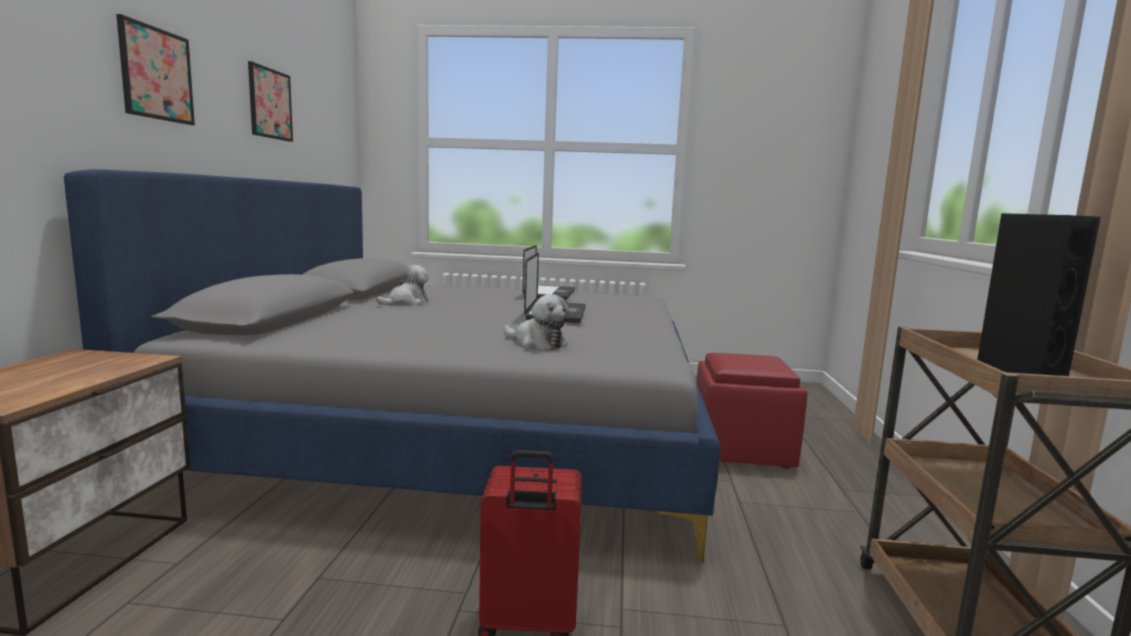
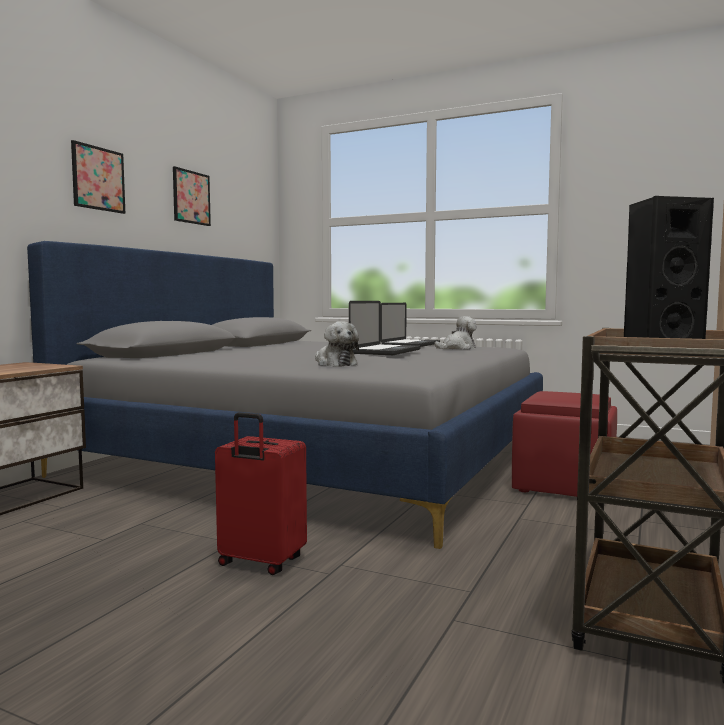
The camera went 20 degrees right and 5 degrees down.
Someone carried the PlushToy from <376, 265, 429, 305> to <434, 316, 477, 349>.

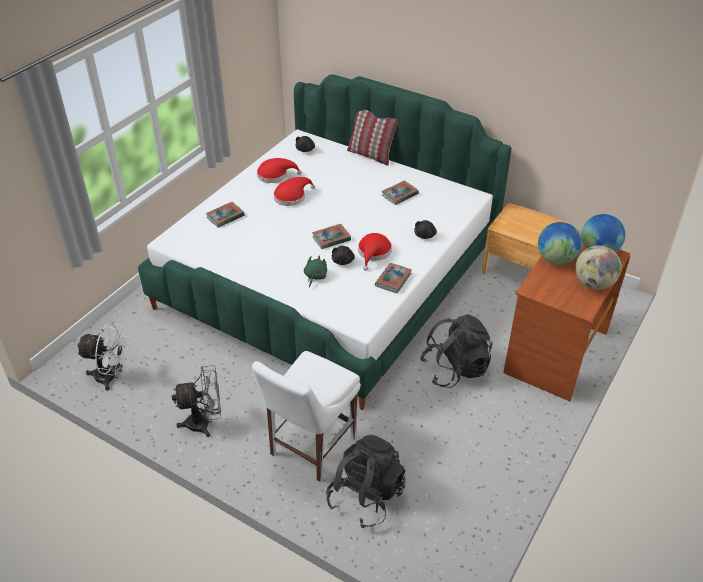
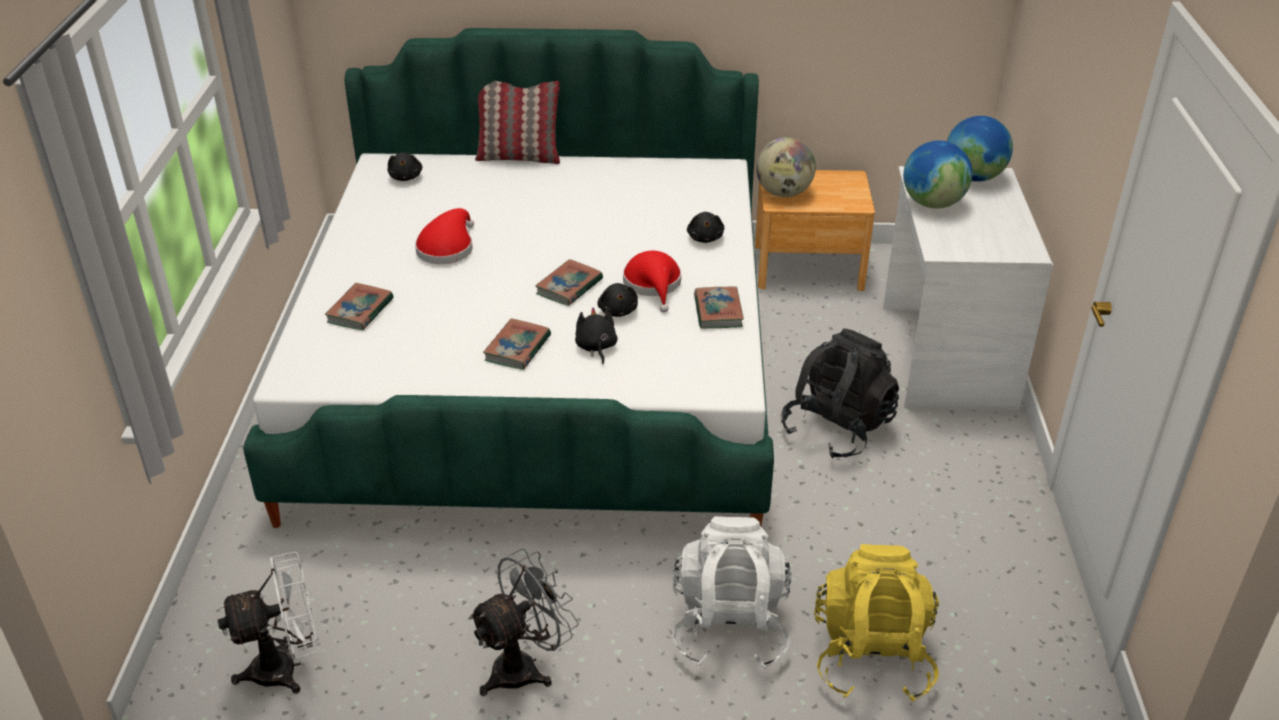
The camera went 30 degrees left and 5 degrees down.
Someone carried the Book from <382, 180, 419, 205> to <483, 318, 551, 370>.
Someone repainted the GreenPlushToy at <304, 255, 327, 288>, which became the BlackPlushToy at <575, 308, 618, 365>.
Someone swapped the WhiteChair at <252, 351, 361, 482> for the WhiteBackpack at <672, 516, 792, 669>.
Someone carried the Globe from <575, 246, 622, 290> to <756, 137, 816, 197>.
Someone repainted the BlackBackpack at <326, 435, 406, 528>, which became the YellowBackpack at <814, 544, 939, 702>.
Someone repainted the BrownDesk at <503, 243, 630, 401>, which became the WhiteDesk at <883, 166, 1053, 411>.
Someone took away the RedHat at <257, 158, 302, 183>.

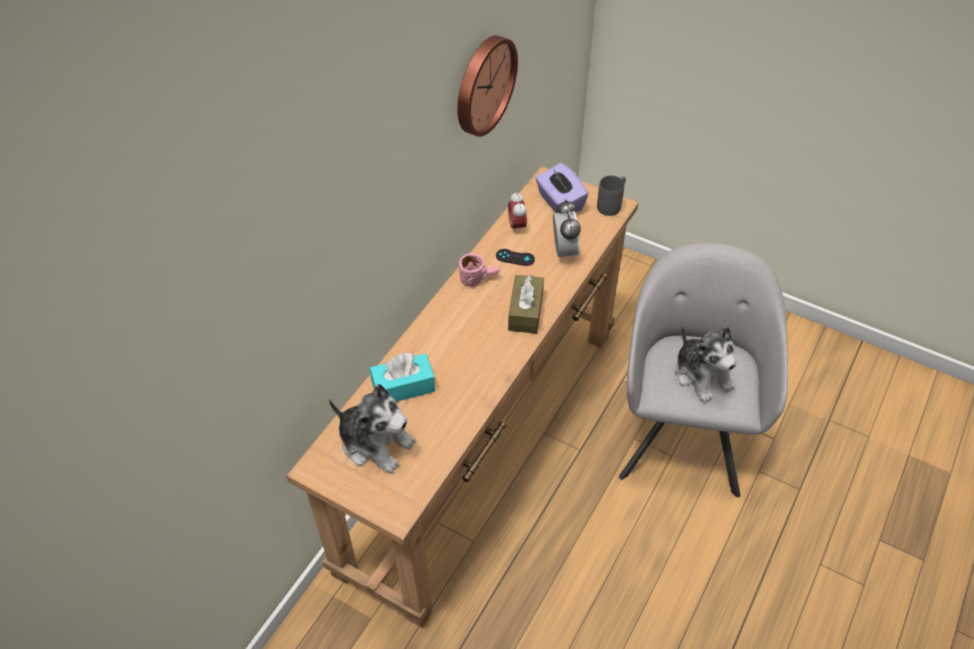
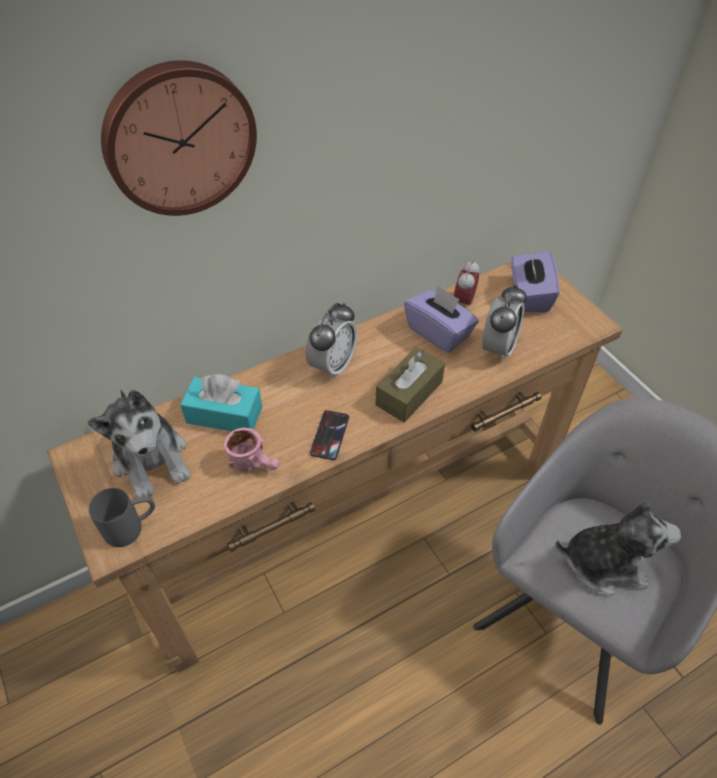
The camera went 30 degrees right and 0 degrees up.
Someone carried the GreyMug from <597, 175, 626, 216> to <89, 488, 155, 547>.
Someone carried the WallClock from <457, 35, 518, 137> to <101, 60, 257, 216>.
Someone carried the PinkMug from <459, 253, 500, 286> to <224, 428, 279, 471>.
Someone put down the AlarmClock at <305, 302, 357, 380>.
Someone put down the Phone at <310, 410, 349, 460>.
Someone swapped the BlackGameController at <496, 249, 535, 266> for the PurpleTissueBox at <404, 285, 479, 353>.
Someone rotated the PlushToy at <675, 325, 737, 403> by 90 degrees counterclockwise.

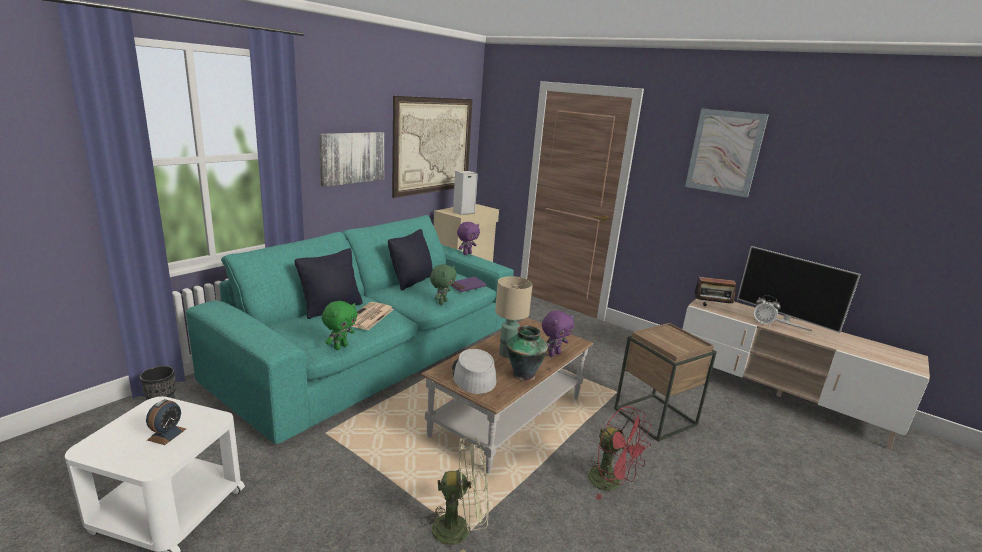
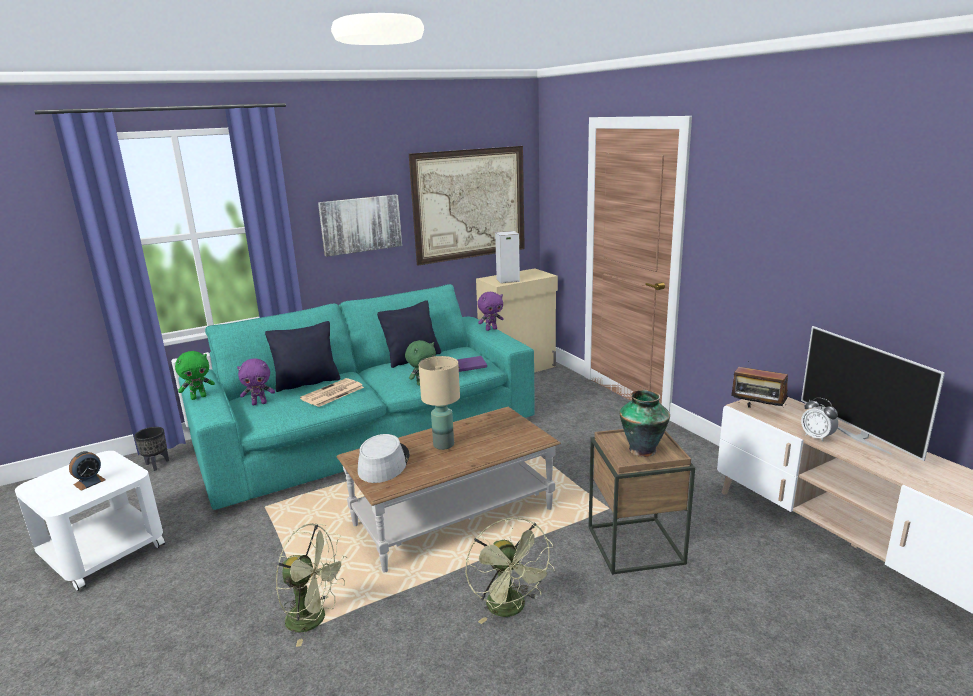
The camera went 25 degrees right and 0 degrees up.
Someone carried the GreenPlushToy from <322, 301, 357, 350> to <175, 351, 215, 400>.
Someone carried the PurplePlushToy from <542, 311, 574, 357> to <237, 359, 275, 405>.
Someone repainted the RedFan at <587, 406, 652, 500>, which became the GreenFan at <466, 518, 555, 624>.
Someone carried the Vase from <507, 325, 548, 382> to <620, 390, 670, 457>.
Someone took away the Picture at <685, 108, 769, 197>.

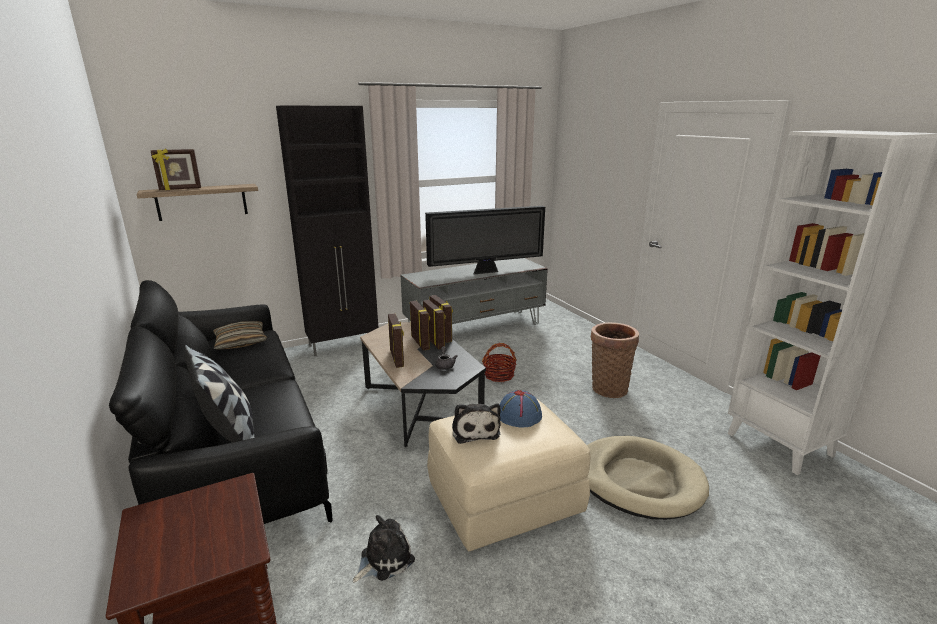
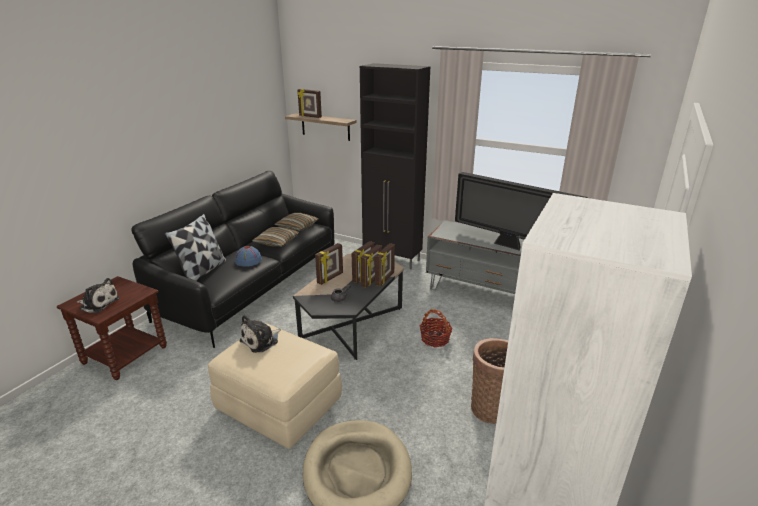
The camera went 55 degrees right and 5 degrees up.
Someone carried the PlushToy from <353, 515, 415, 583> to <77, 278, 120, 313>.
Someone carried the BlueHat from <500, 390, 542, 428> to <235, 246, 262, 267>.
Someone put down the Pillow at <252, 227, 299, 247>.

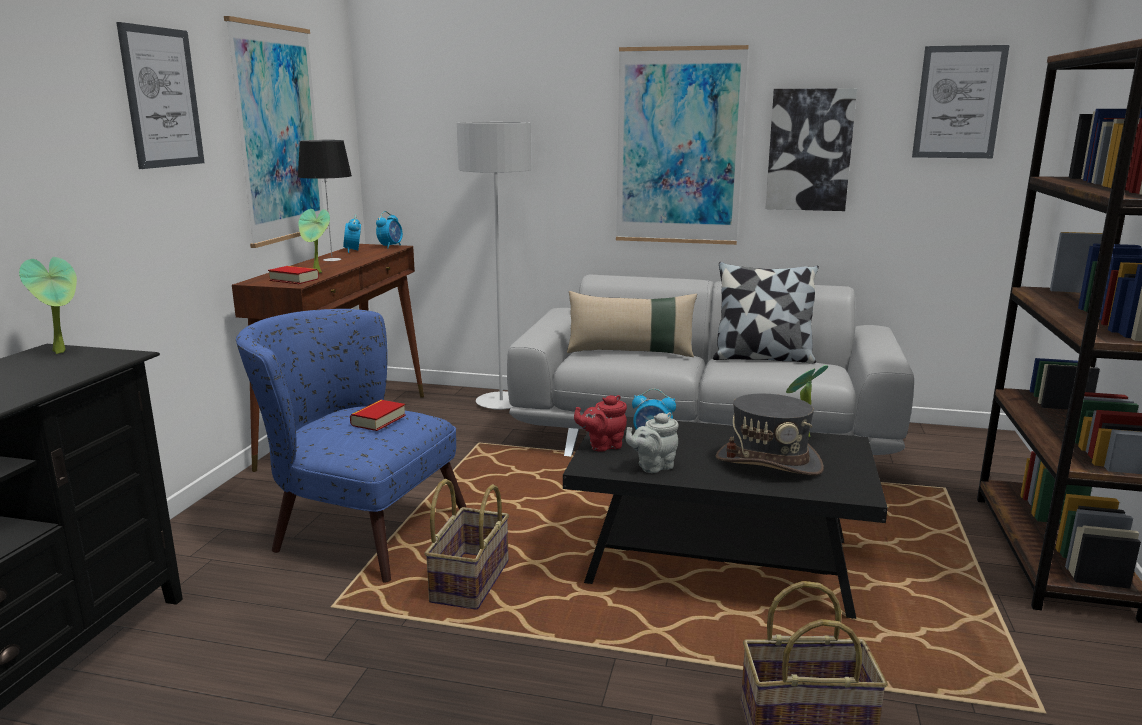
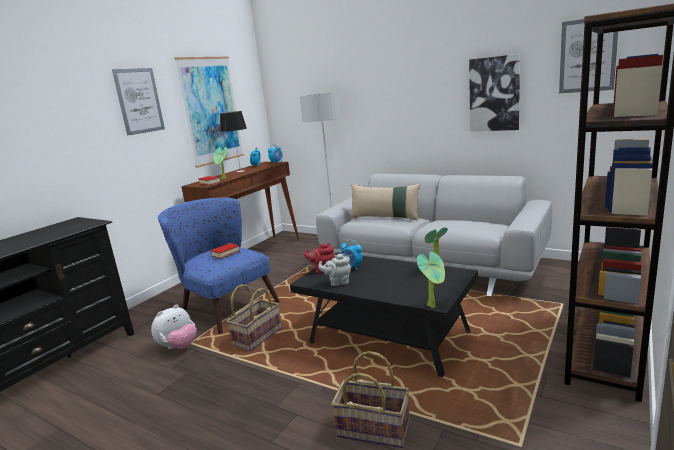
The camera went 20 degrees right and 0 degrees up.
Someone put down the PlushToy at <151, 304, 197, 349>.
Someone carried the PottedPlant from <19, 257, 77, 354> to <417, 252, 445, 308>.
Someone took away the Picture at <616, 45, 749, 245>.
Someone took away the Pillow at <713, 262, 819, 364>.
Someone took away the GreyHat at <716, 394, 824, 476>.

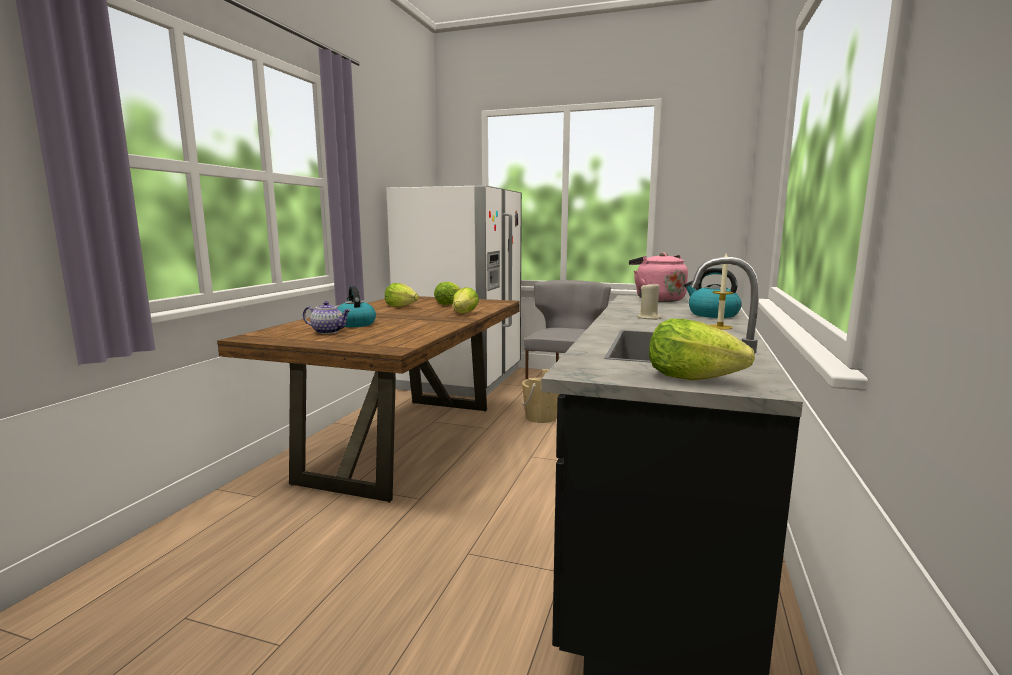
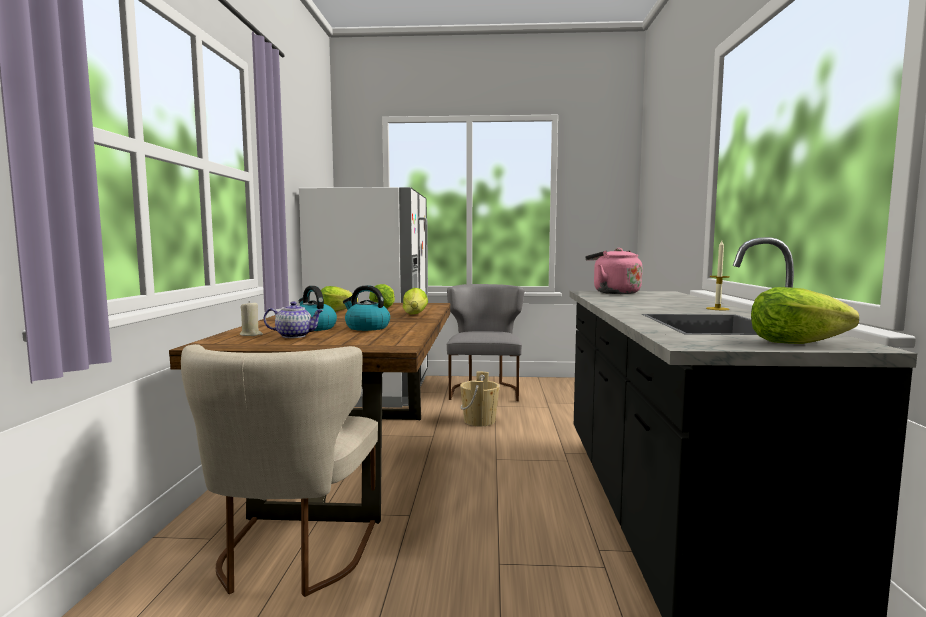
The camera went 15 degrees left and 5 degrees down.
Someone put down the BeigeChair at <181, 344, 378, 597>.
Someone carried the BeigeCandle from <637, 283, 662, 320> to <240, 301, 263, 336>.
Someone carried the Kettle from <684, 268, 742, 318> to <343, 285, 390, 331>.

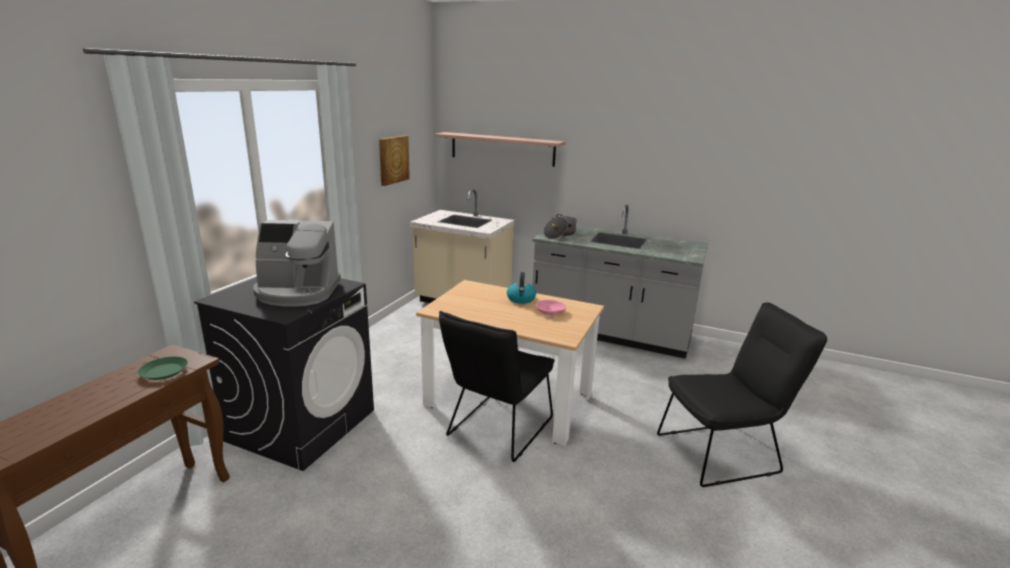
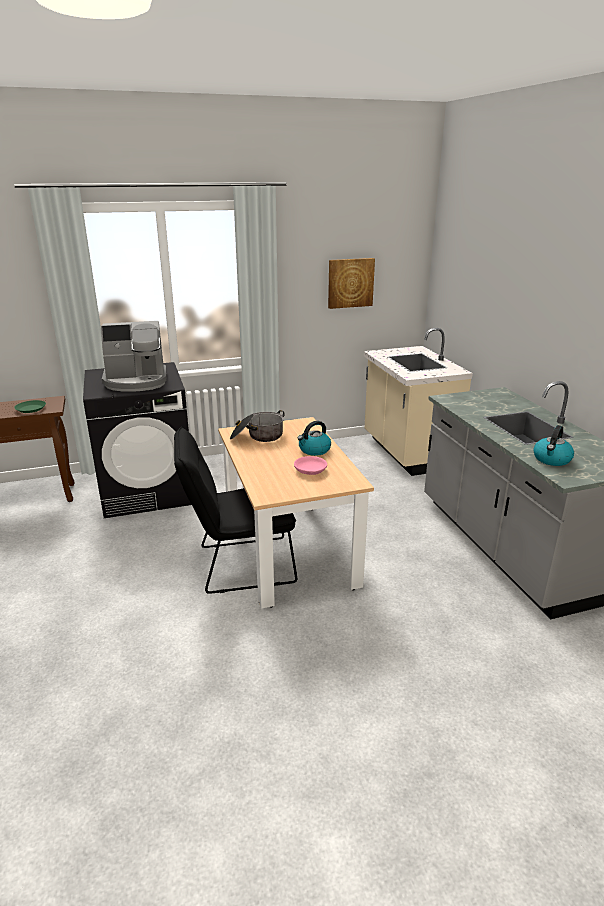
The camera went 50 degrees right and 5 degrees up.
Someone rotated the CoffeeMachine at <253, 220, 341, 307> by 60 degrees counterclockwise.
Someone carried the CookingPot from <543, 214, 577, 239> to <230, 410, 285, 442>.
Someone put down the Kettle at <533, 425, 574, 466>.
Someone took away the Shelf at <435, 132, 565, 167>.
Someone took away the BlackChair at <657, 303, 827, 487>.

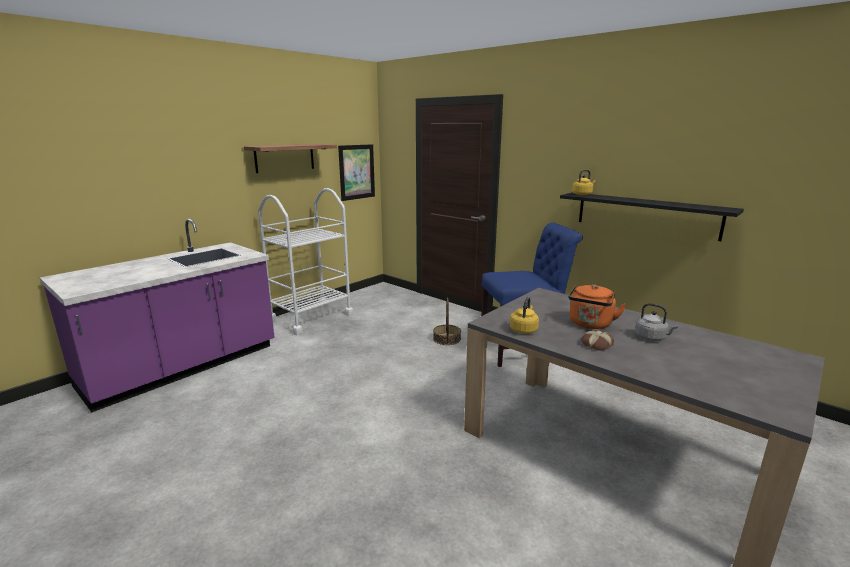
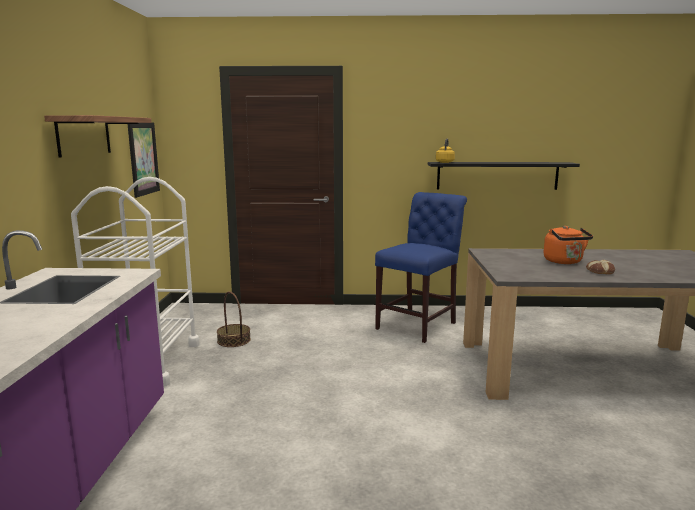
The camera went 40 degrees left and 5 degrees down.
Someone carried the Basket from <433, 297, 461, 345> to <217, 291, 251, 347>.
Someone took away the YellowKettle at <510, 297, 539, 334>.
Someone took away the GreyKettle at <635, 303, 678, 341>.

